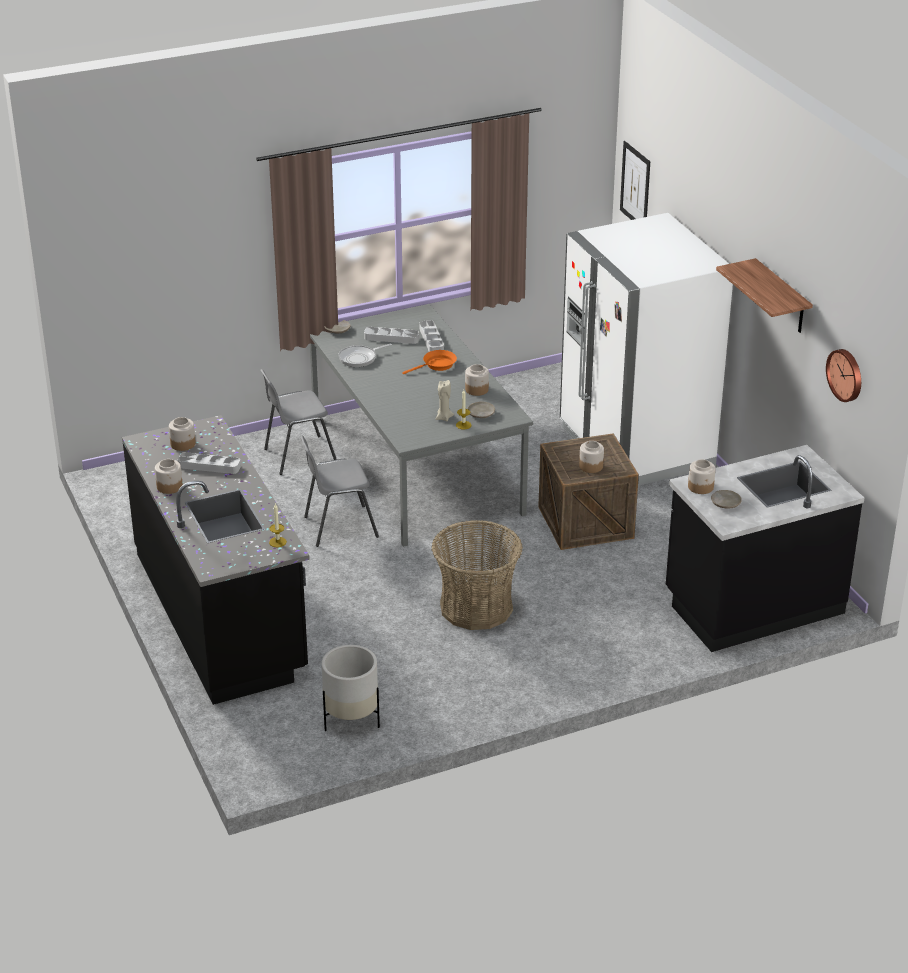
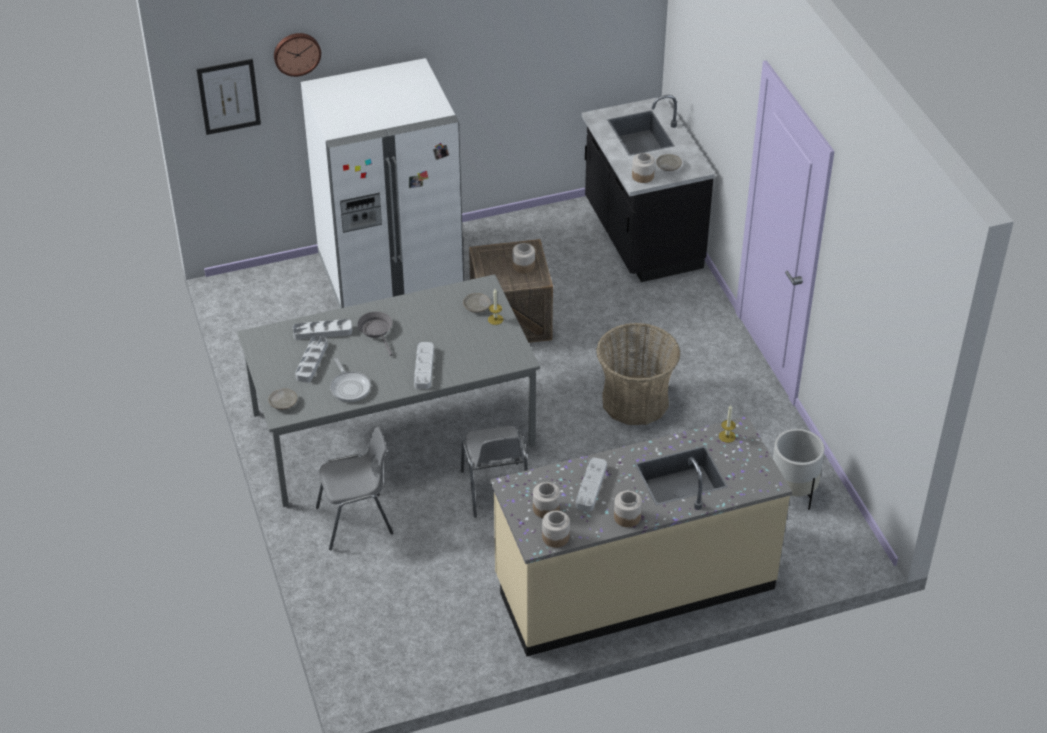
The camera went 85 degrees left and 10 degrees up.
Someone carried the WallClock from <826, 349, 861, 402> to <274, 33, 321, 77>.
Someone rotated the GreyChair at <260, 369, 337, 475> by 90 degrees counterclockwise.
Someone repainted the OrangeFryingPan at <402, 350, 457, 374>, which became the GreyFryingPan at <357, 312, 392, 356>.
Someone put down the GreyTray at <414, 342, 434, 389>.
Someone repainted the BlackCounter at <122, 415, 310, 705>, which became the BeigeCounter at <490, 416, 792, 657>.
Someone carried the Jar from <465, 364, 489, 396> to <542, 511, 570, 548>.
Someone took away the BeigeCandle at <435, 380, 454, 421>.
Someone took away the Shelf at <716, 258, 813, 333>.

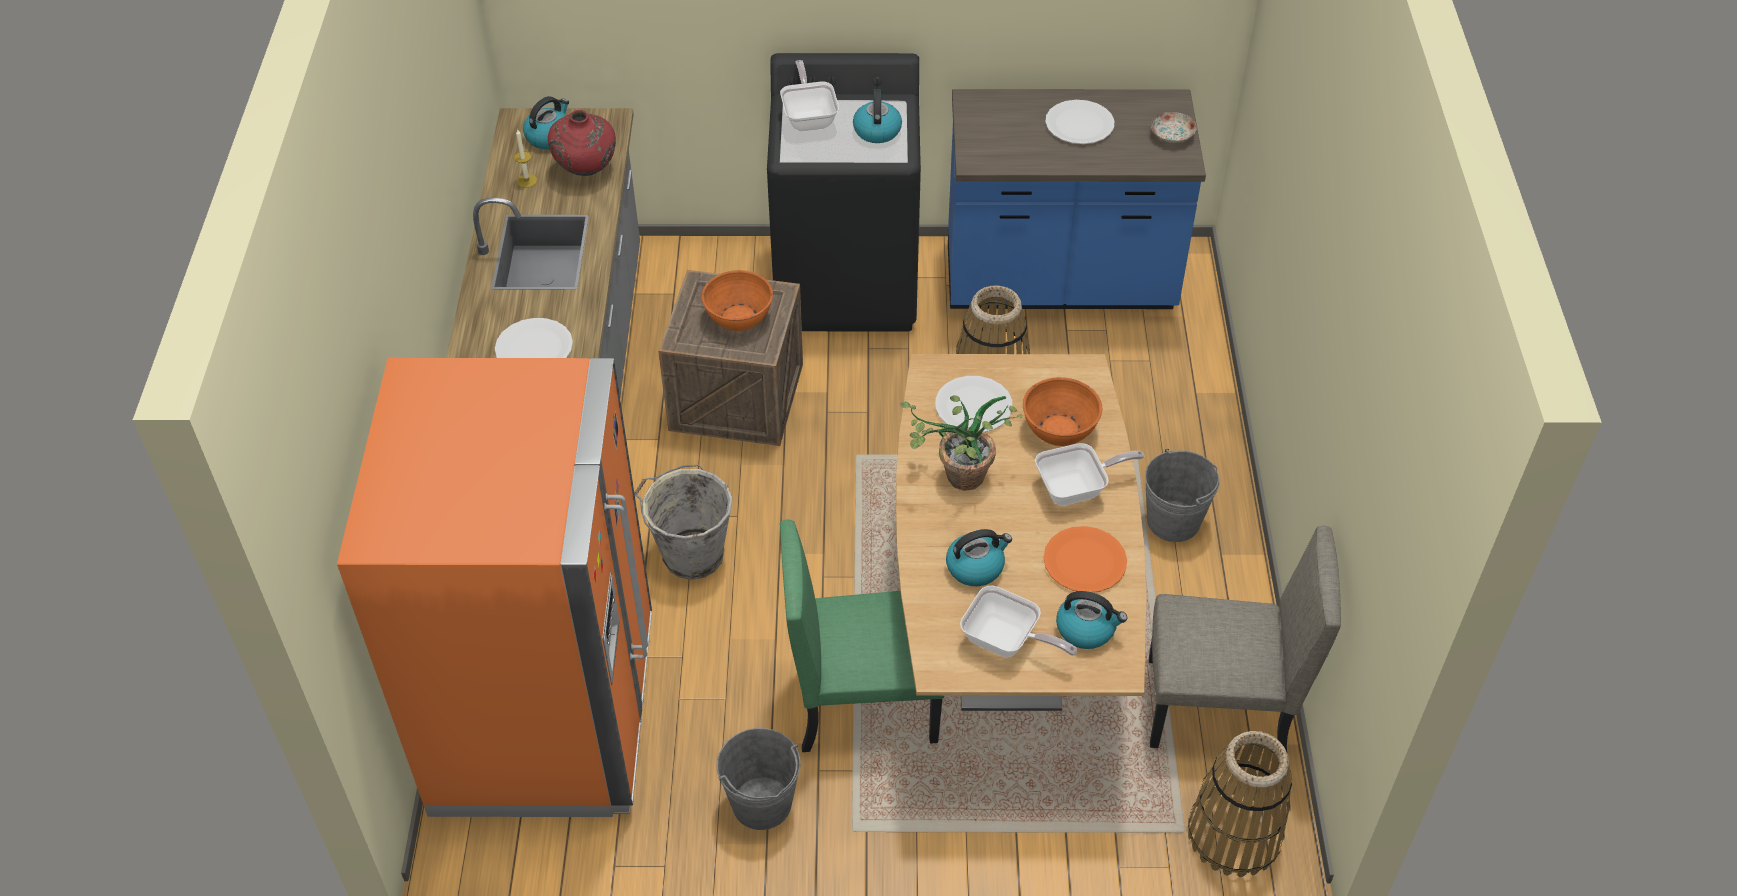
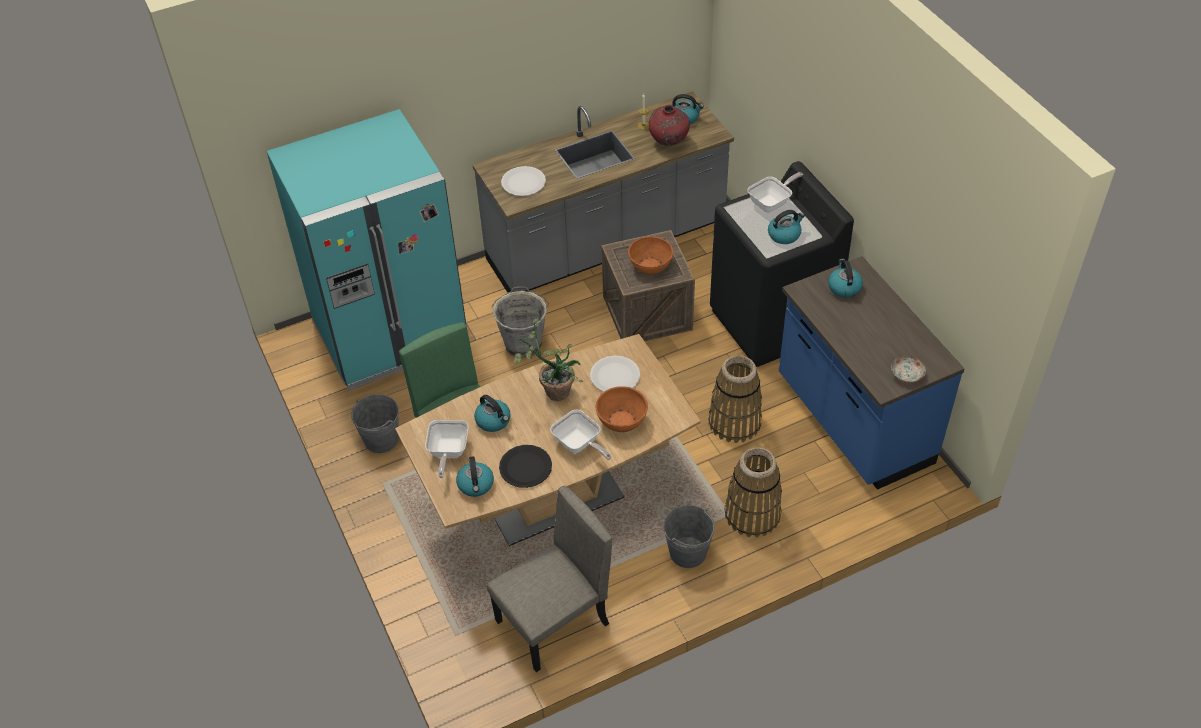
The camera went 65 degrees right and 0 degrees up.
Someone repainted the OrangeFridge at <337, 358, 652, 817>, which became the TurquoiseFridge at <266, 109, 466, 390>.
Someone rotated the BeigeChair at <1149, 526, 1341, 752> by 105 degrees counterclockwise.
Someone repainted the OrangePlate at <1043, 526, 1127, 593>, which became the BlackPlate at <499, 445, 552, 488>.
Someone carried the Basket from <1188, 731, 1292, 877> to <725, 447, 782, 537>.
Someone put down the Kettle at <828, 259, 863, 298>.
Someone took away the WhitePlate at <1045, 100, 1115, 144>.

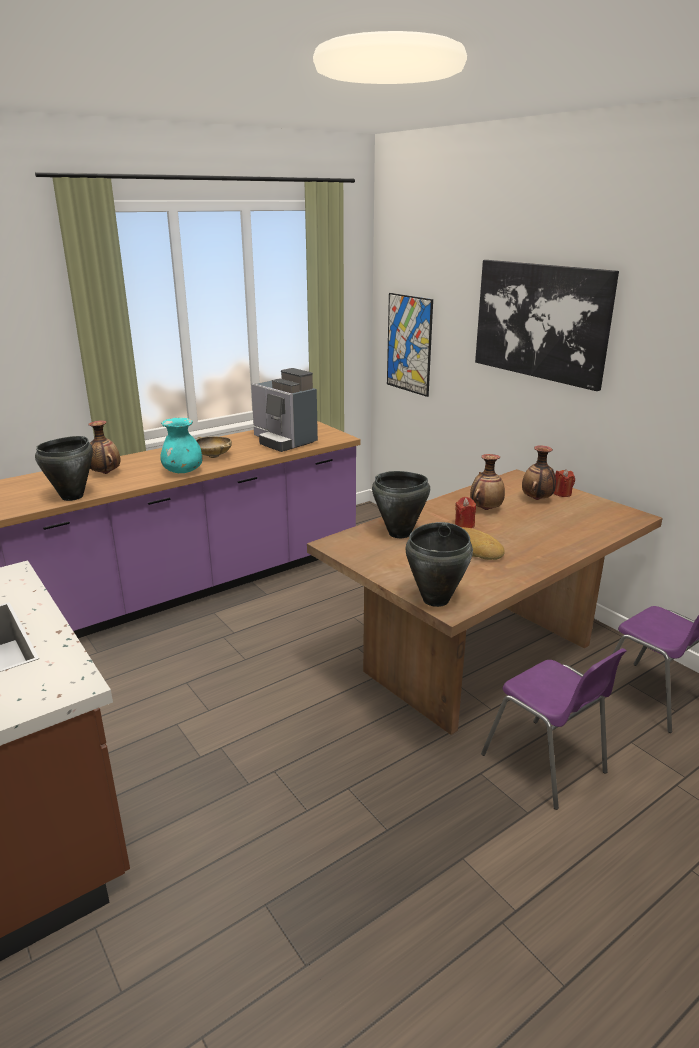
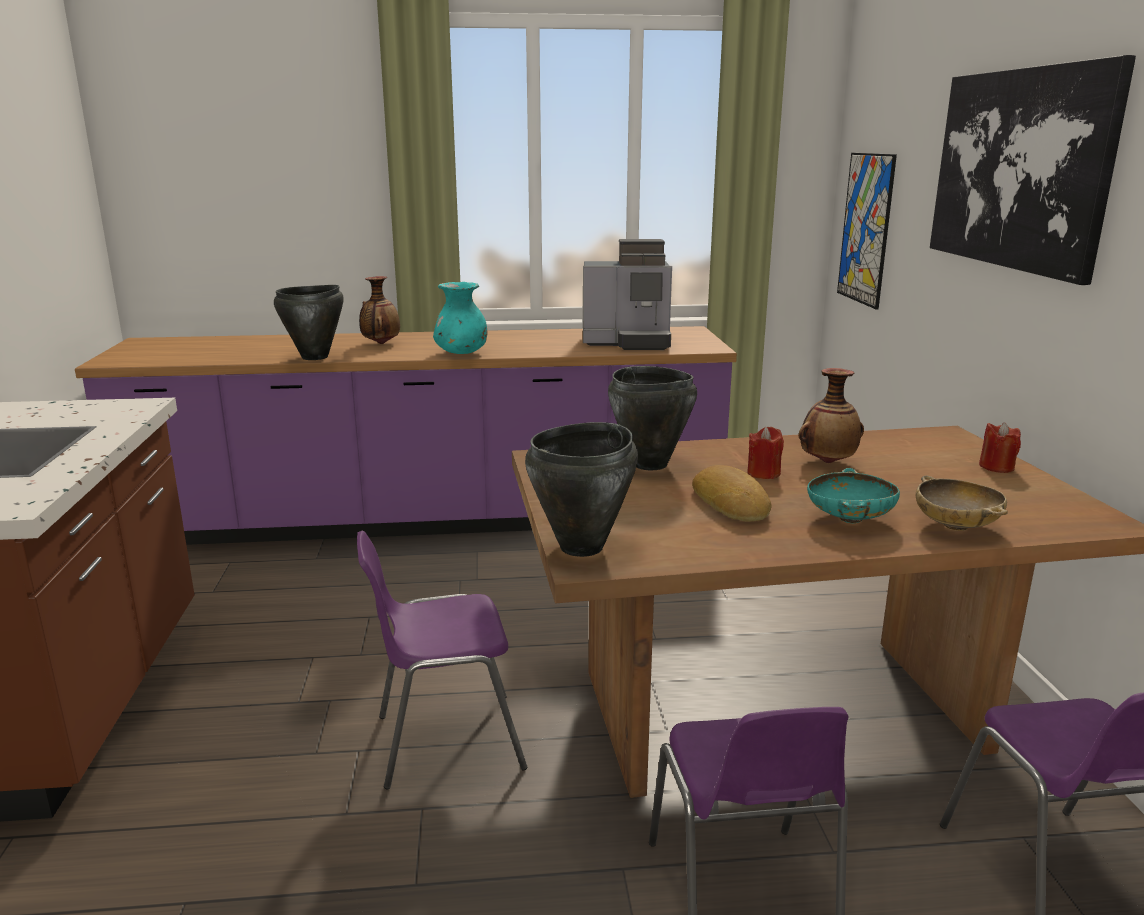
The camera went 30 degrees right and 5 degrees down.
Someone put down the PurpleChair at <357, 531, 527, 790>.
Someone rotated the CoffeeMachine at <251, 368, 318, 452> by 75 degrees counterclockwise.
Someone put down the TurquoiseBowl at <807, 468, 900, 523>.
Someone carried the BeigeBowl from <196, 436, 232, 458> to <916, 476, 1008, 531>.
Someone took away the Vase at <522, 445, 556, 500>.

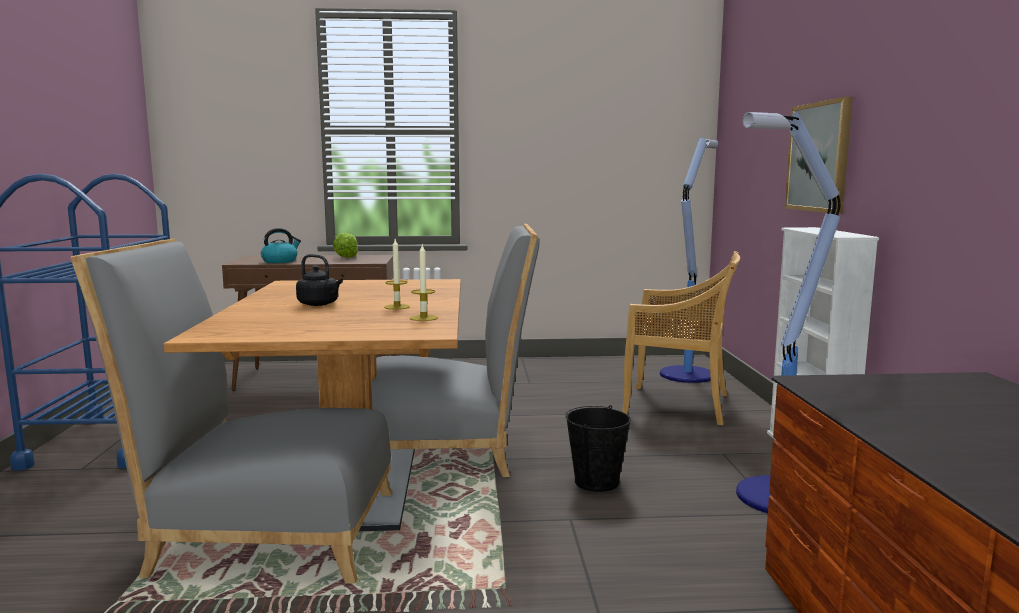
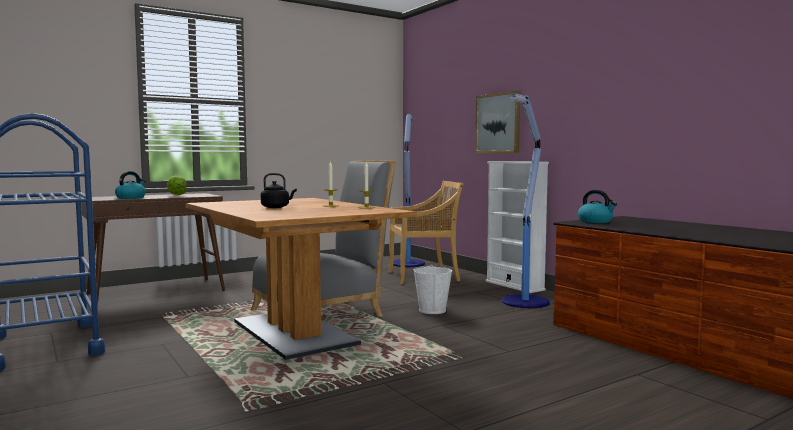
The camera went 30 degrees left and 5 degrees down.
Someone repainted the BlackBucket at <565, 405, 631, 492>, which became the WhiteBucket at <413, 265, 452, 314>.
Someone put down the Kettle at <578, 190, 617, 223>.
Someone took away the GreyChair at <70, 238, 393, 584>.

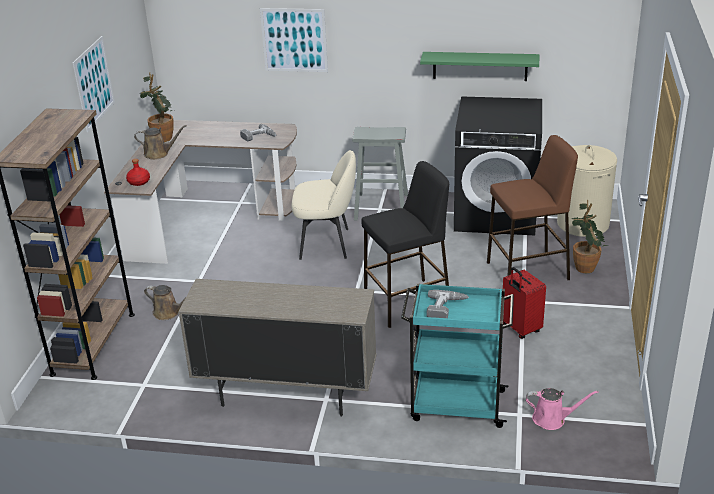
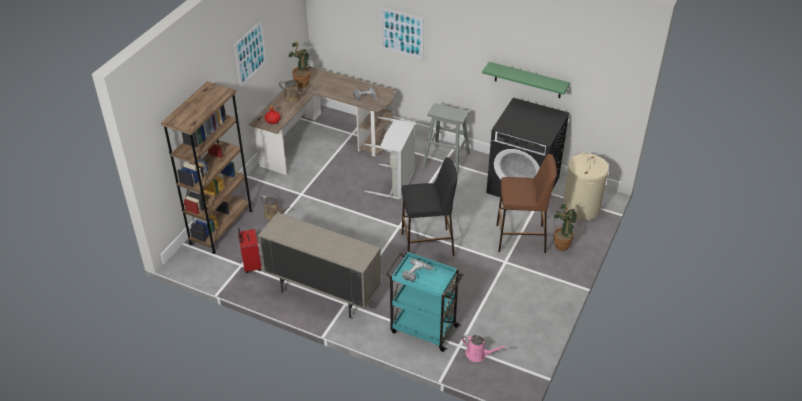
The camera went 15 degrees right and 10 degrees up.
Someone carried the RedSuitcase from <503, 267, 546, 339> to <238, 228, 262, 273>.
Someone swapped the BeigeChair at <291, 150, 356, 260> for the GreyLaundryBasket at <363, 117, 415, 200>.

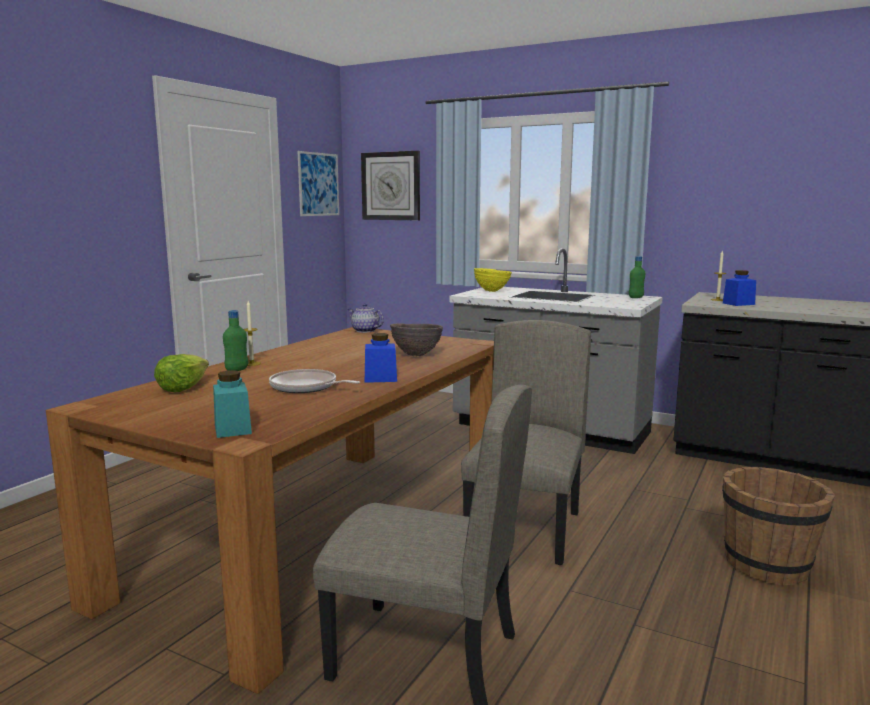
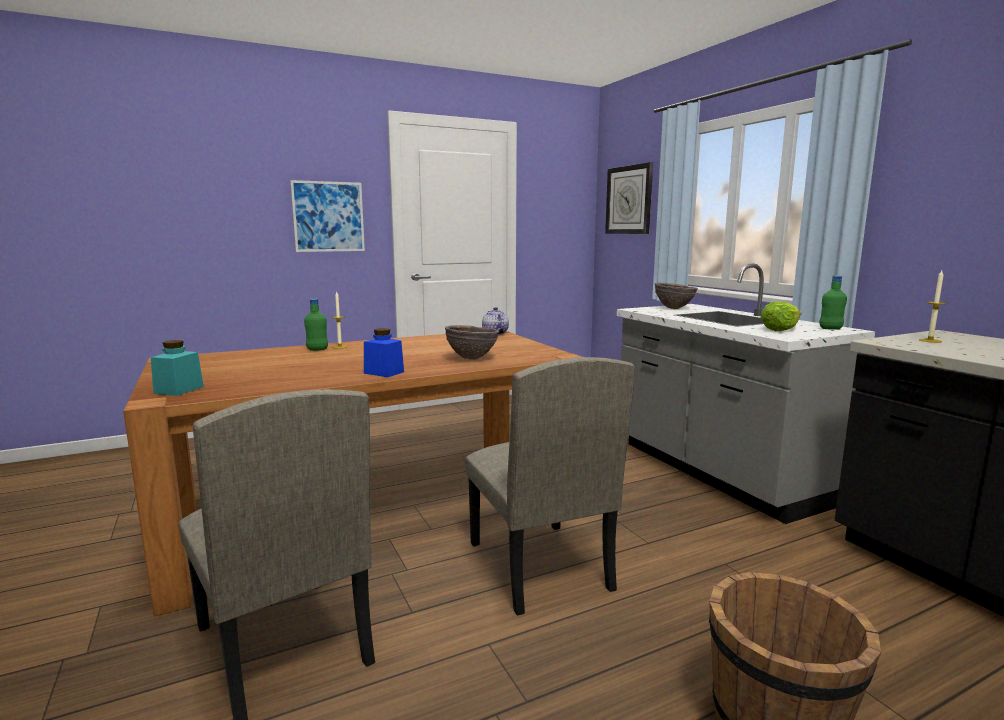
The camera went 35 degrees right and 0 degrees up.
Someone carried the Picture from <298, 151, 339, 216> to <290, 180, 365, 252>.
Someone rotated the BeigeChair at <461, 320, 591, 565> by 105 degrees clockwise.
Someone repainted the YellowBowl at <474, 268, 512, 292>, which became the BrownBowl at <655, 283, 698, 309>.
Someone carried the Lettuce from <154, 354, 209, 392> to <760, 302, 801, 331>.
Someone took away the FryingPan at <269, 369, 360, 393>.
Someone took away the BlueJar at <723, 270, 756, 306>.

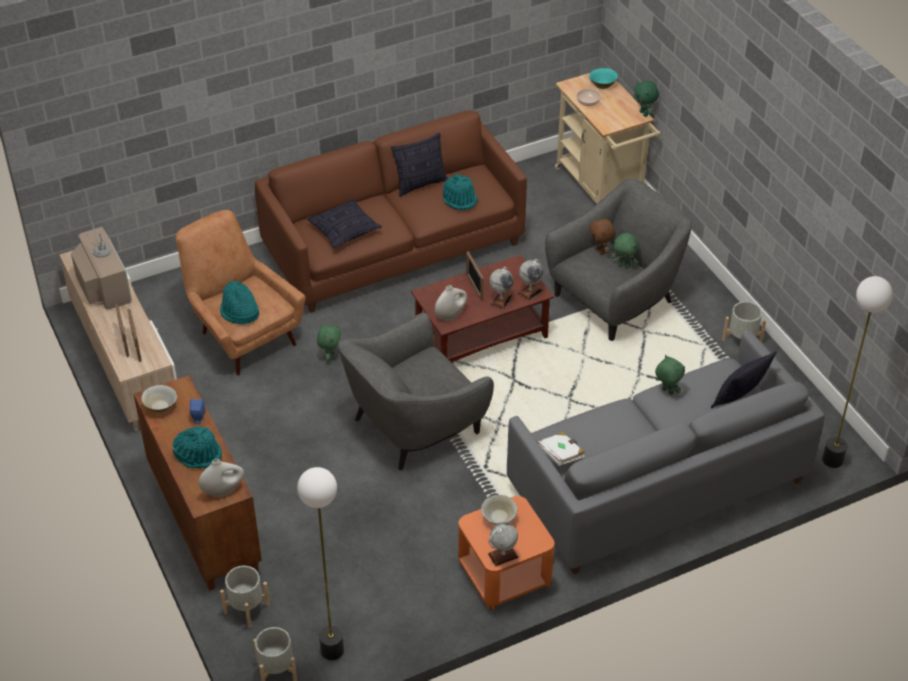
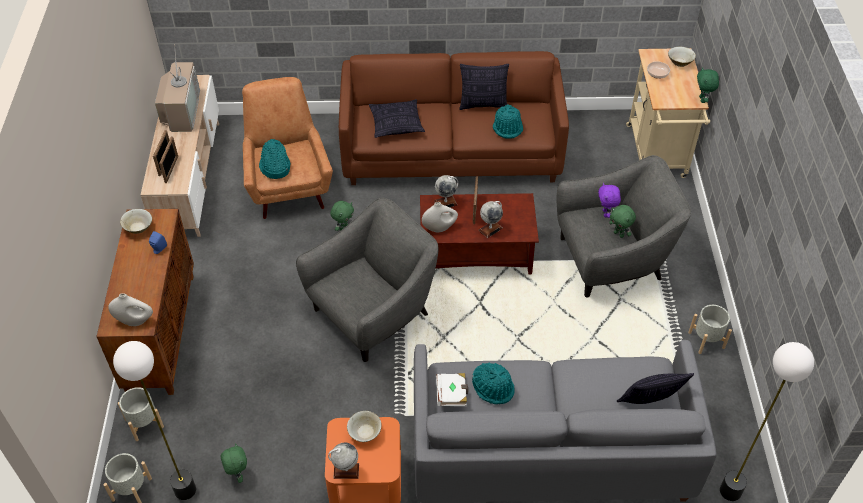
The camera went 25 degrees right and 5 degrees up.
Someone carried the GreenPlushToy from <655, 355, 685, 395> to <221, 443, 247, 483>.
Someone rotated the GreyArmchair at <338, 312, 494, 470> by 150 degrees clockwise.
Someone carried the Globe from <517, 259, 543, 301> to <434, 175, 458, 207>.
Someone carried the TurquoiseHat from <172, 426, 222, 468> to <472, 363, 515, 404>.
Someone repainted the BrownPlushToy at <589, 219, 615, 255>, which became the PurplePlushToy at <598, 183, 621, 218>.
Someone repainted the TurquoiseBowl at <589, 68, 618, 89>, which became the BeigeBowl at <668, 47, 696, 67>.

